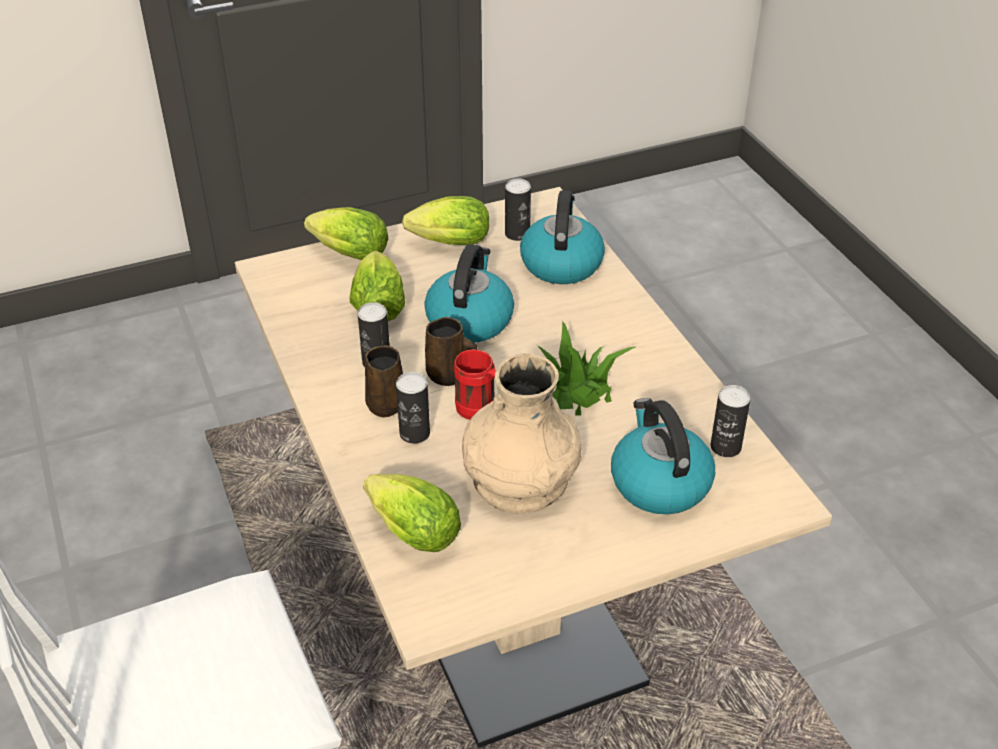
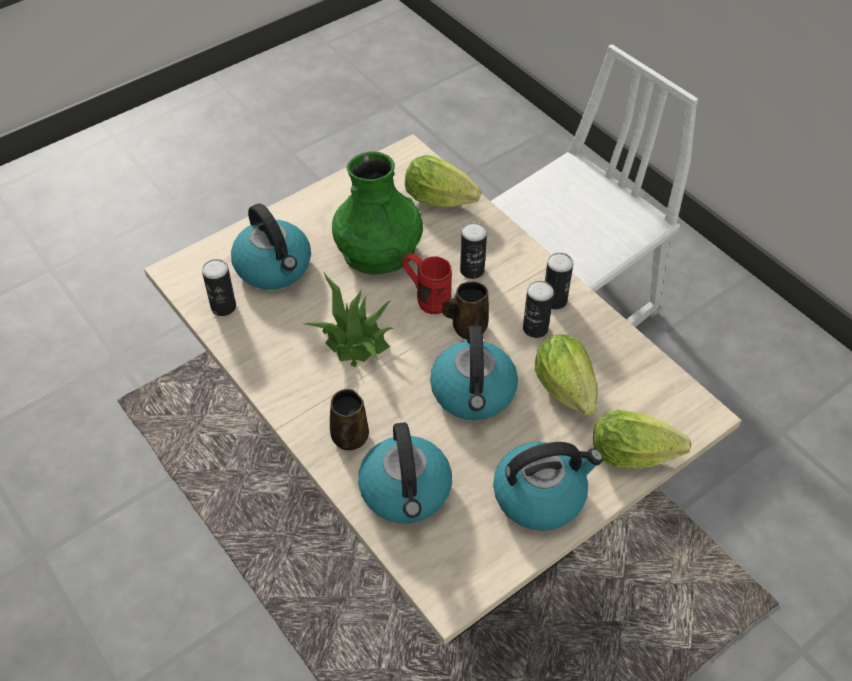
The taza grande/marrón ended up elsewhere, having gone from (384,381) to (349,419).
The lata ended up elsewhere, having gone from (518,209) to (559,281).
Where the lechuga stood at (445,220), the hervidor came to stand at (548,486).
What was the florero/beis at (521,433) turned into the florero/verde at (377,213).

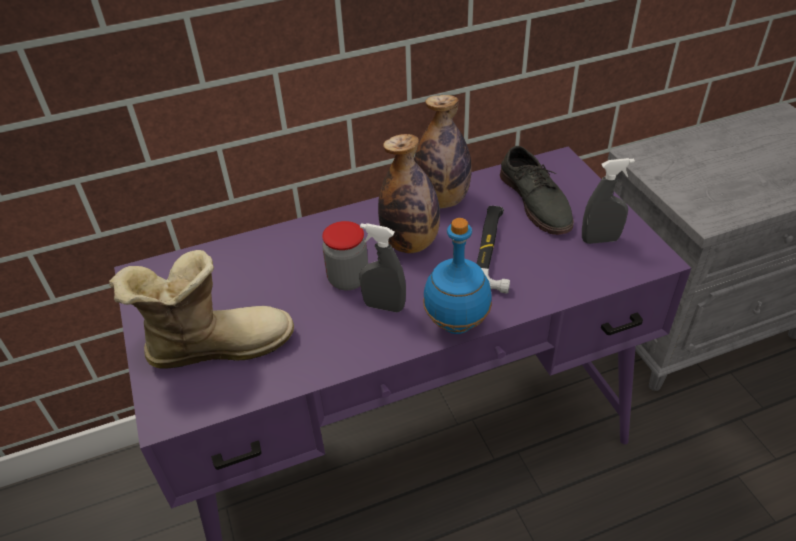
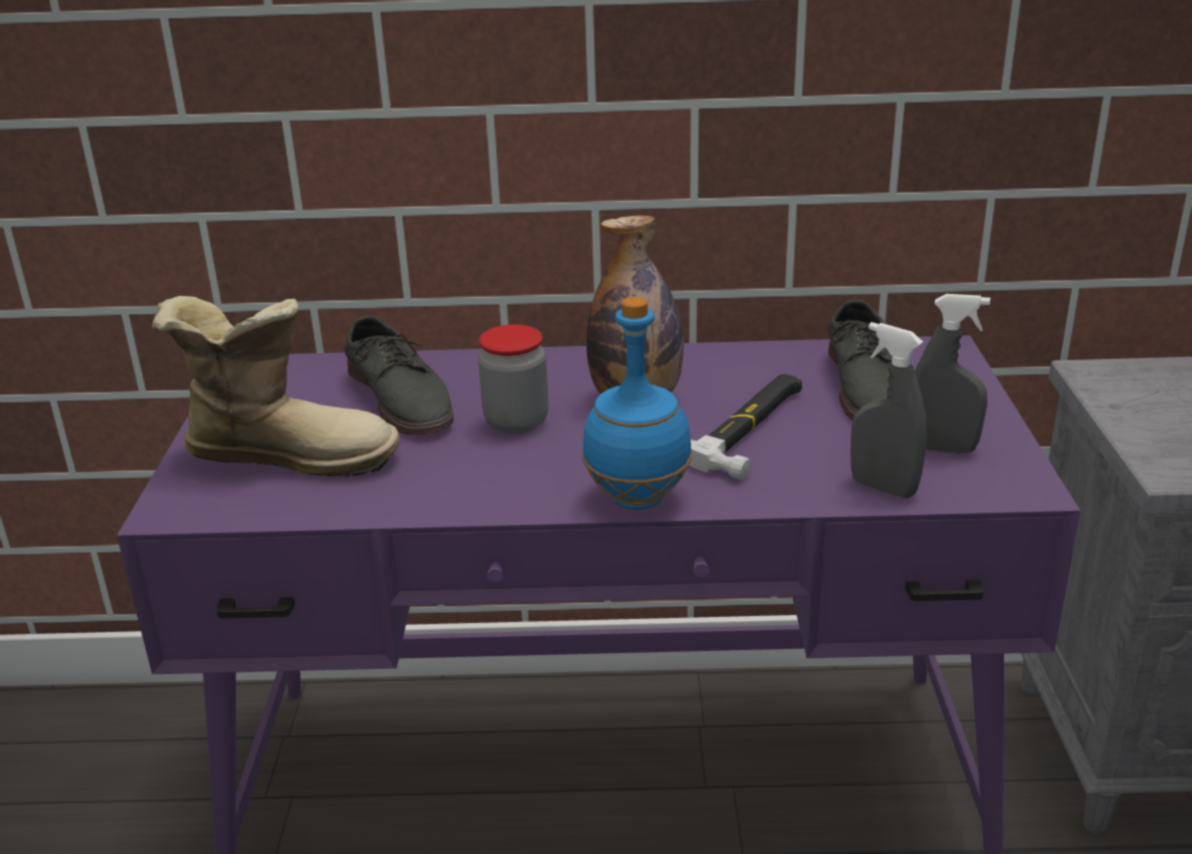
The second view lost the botella at (443,152).
The second view gained the zapato/gris at (399,376).
The pulverizador/gris ended up elsewhere, having gone from (382,267) to (889,410).

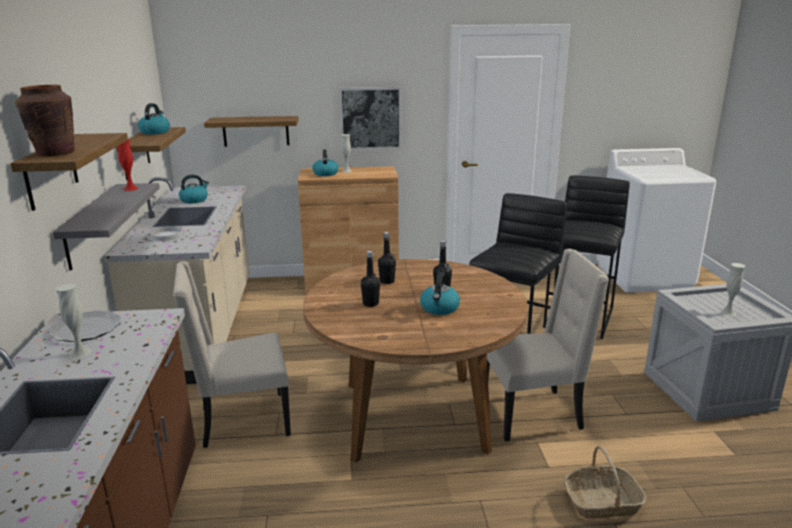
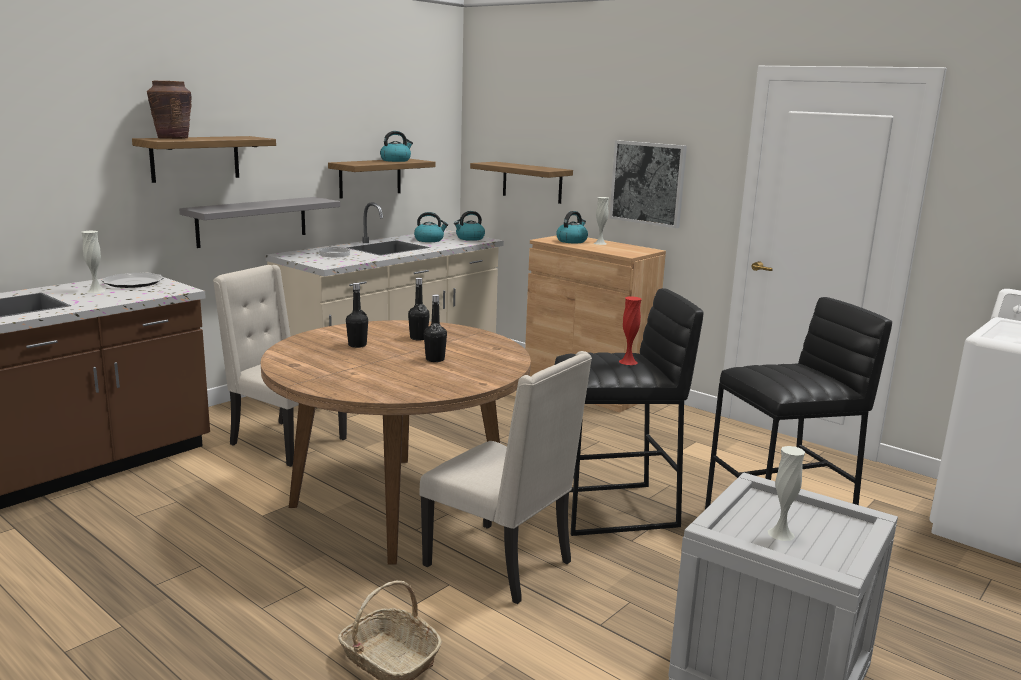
The florero/rojo ended up elsewhere, having gone from (128,165) to (630,331).
The hervidor ended up elsewhere, having gone from (440,293) to (469,226).

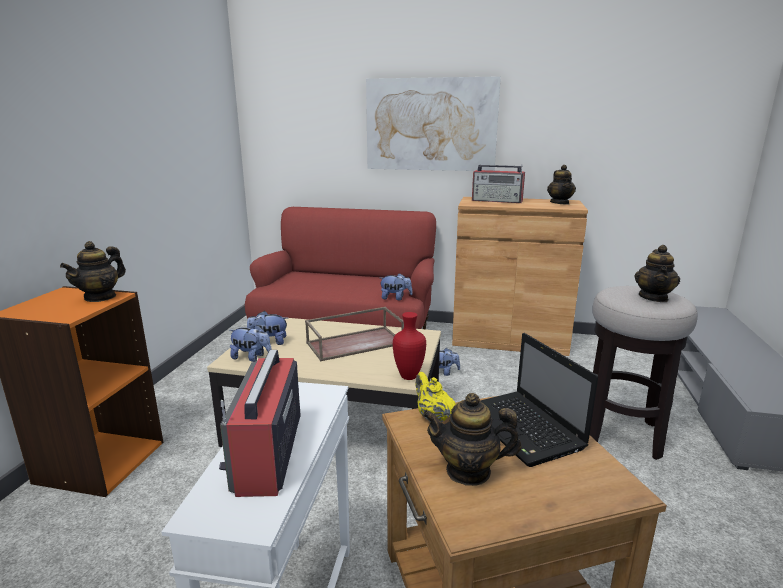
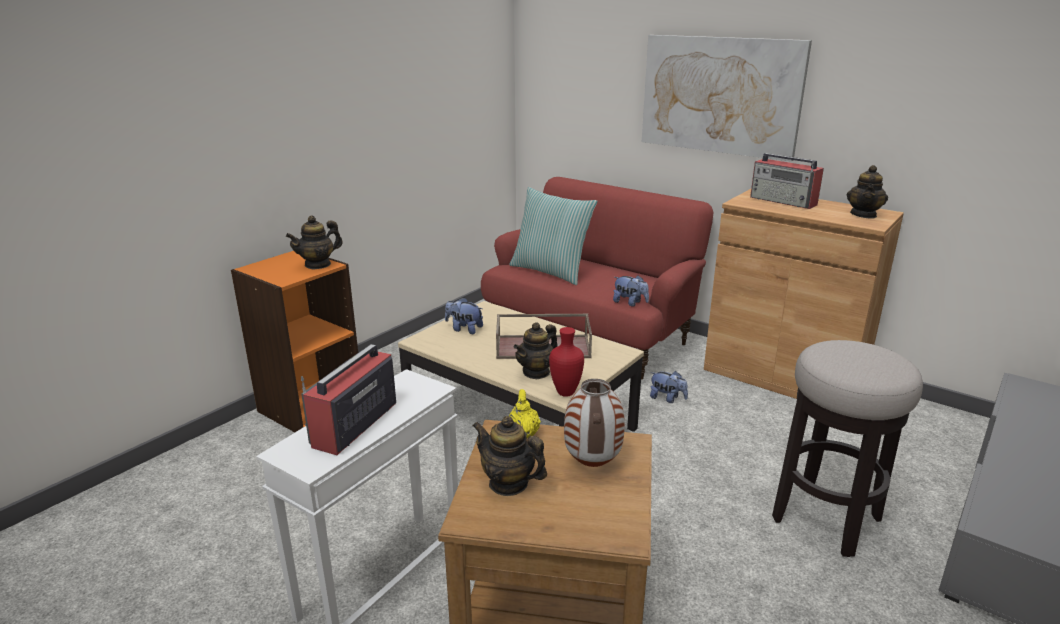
The second view lost the peluche at (250,343).
The second view gained the cojín at (553,236).
The tetera ended up elsewhere, having gone from (657,273) to (536,350).
Where the portátil stood at (539,400), the florero came to stand at (594,423).

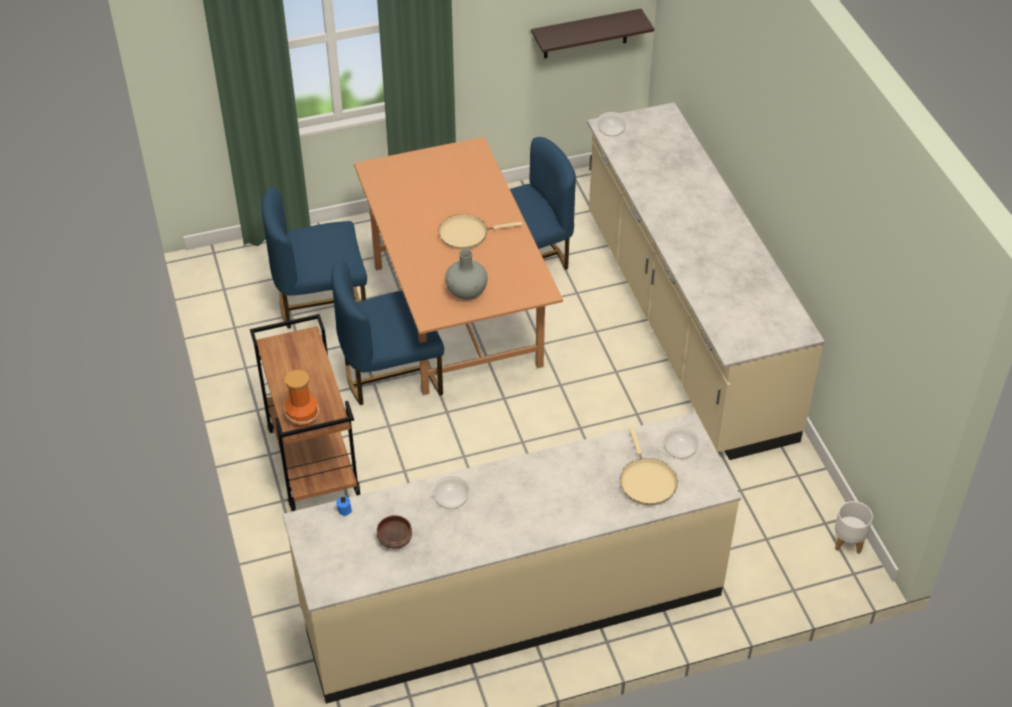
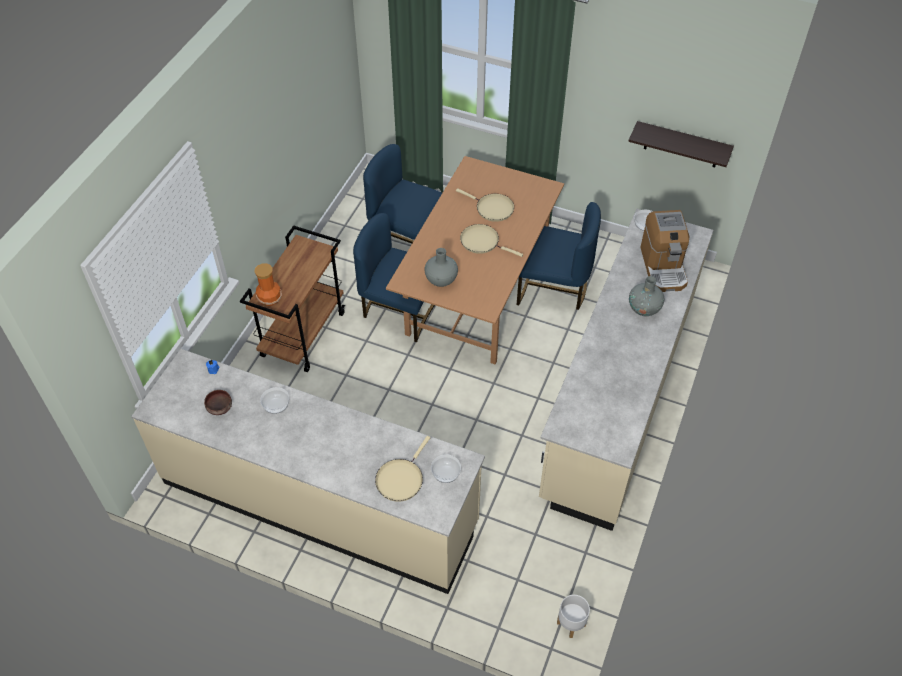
The second view gained the sartén/beis at (485,205).
The second view gained the florero/gris at (646,296).
The second view gained the cafetera at (664,251).

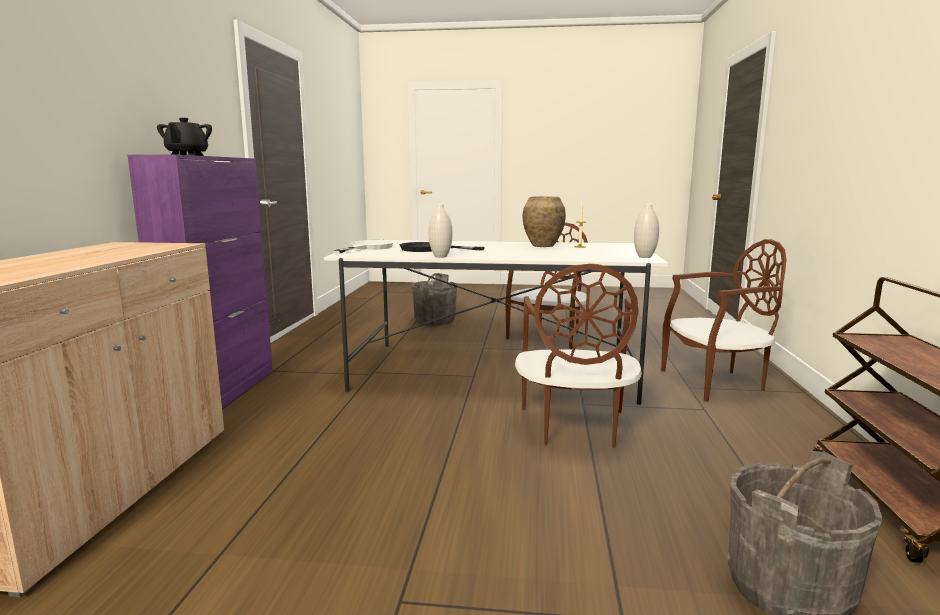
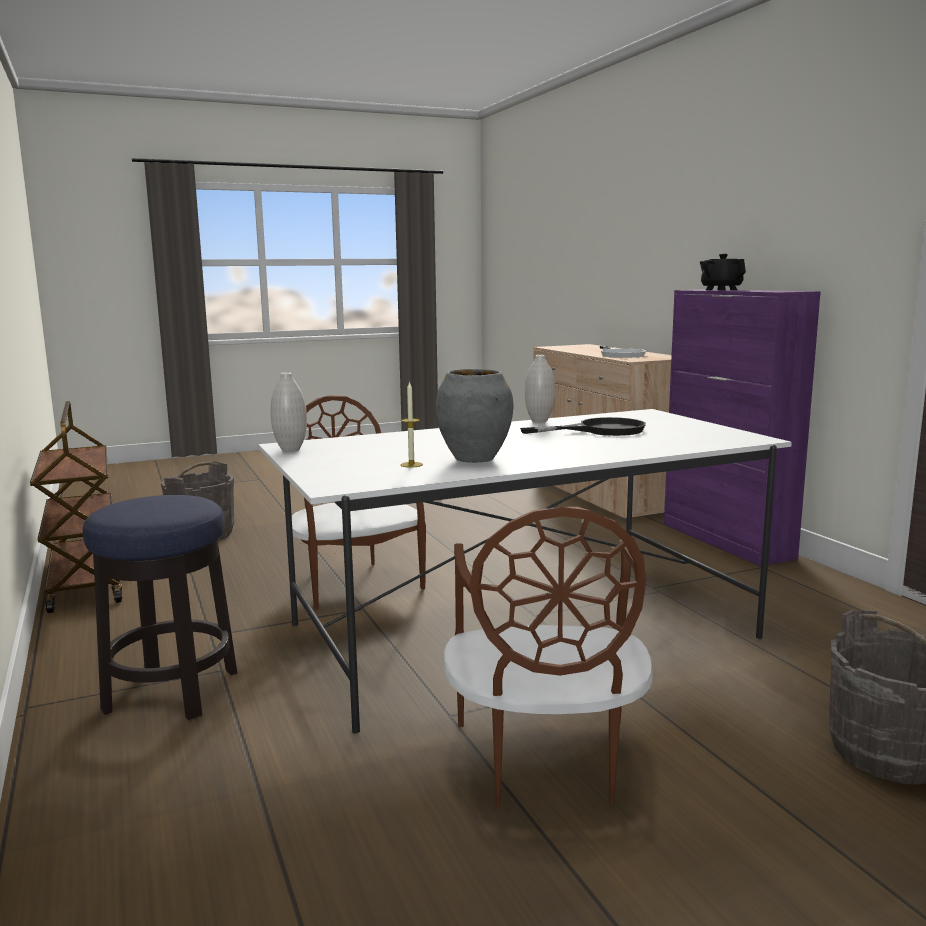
The sartén/blanco ended up elsewhere, having gone from (363,247) to (623,352).
Where the silla/marrón stood at (723,320), the taburete came to stand at (160,607).
What was the florero/marrón at (544,221) turned into the florero/gris at (475,416).

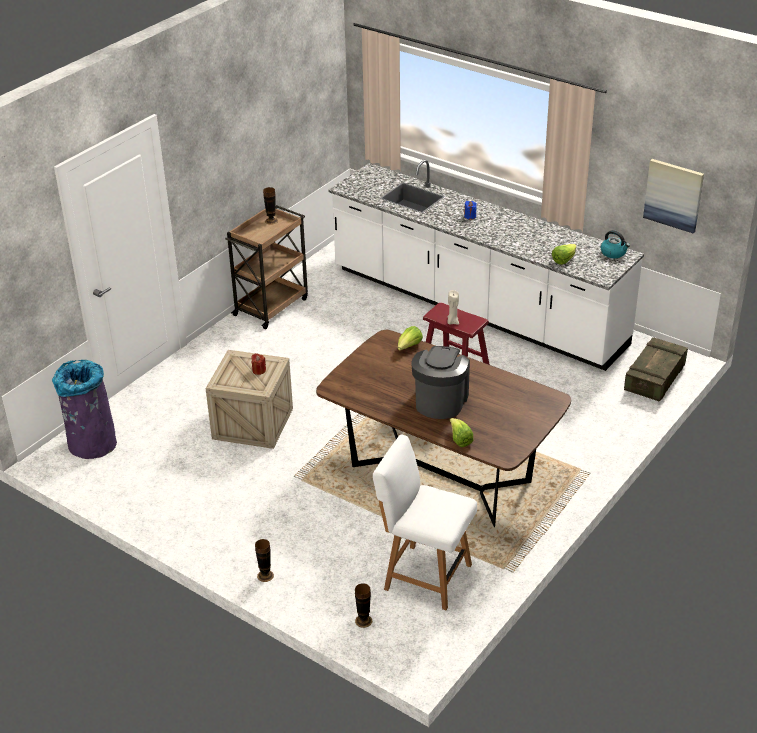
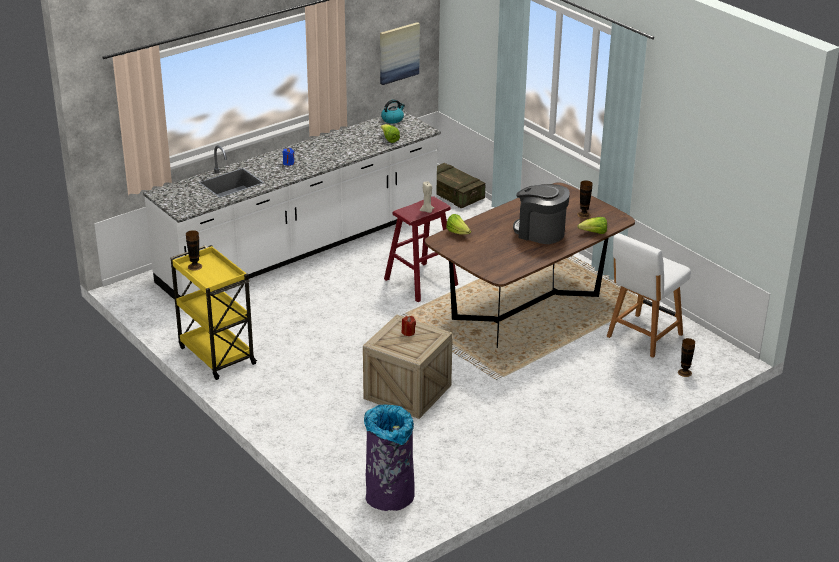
The florero ended up elsewhere, having gone from (264,560) to (585,199).
What was the carrito/marrón at (266,267) turned into the carrito/amarillo at (213,312).

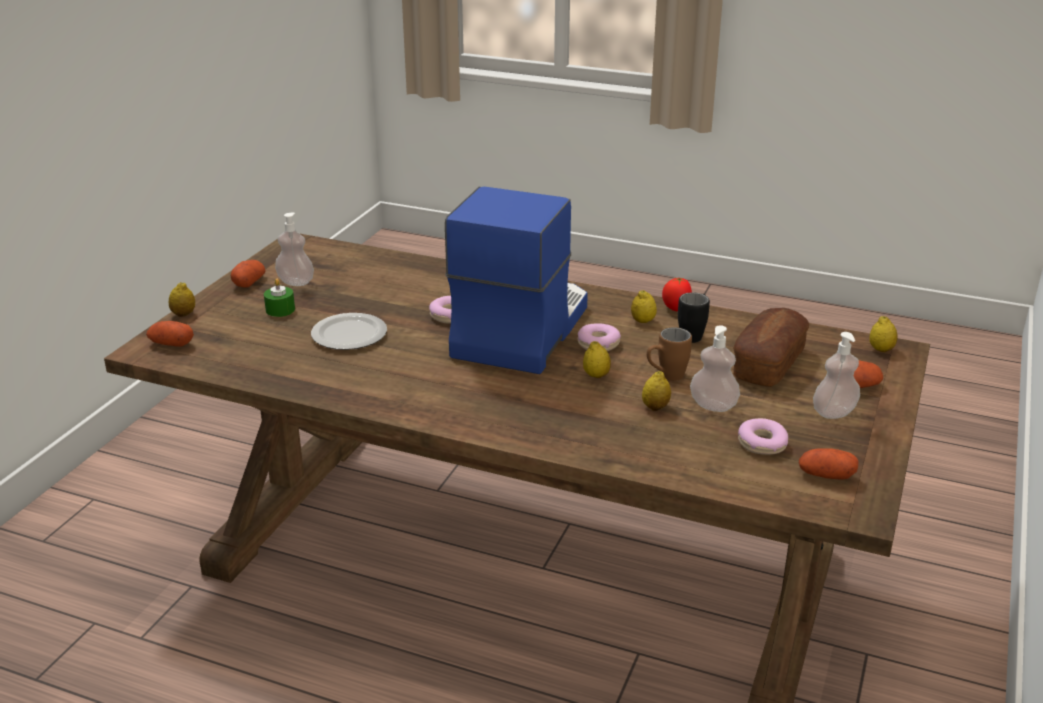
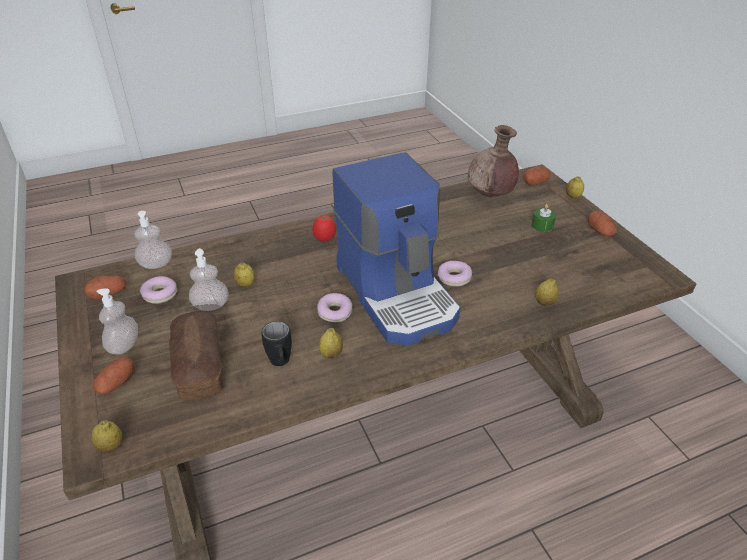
The second view lost the plato at (349,331).
The second view lost the taza grande/marrón at (669,354).
The second view gained the florero/marrón at (493,161).
The dispensador de jabón ended up elsewhere, having gone from (294,249) to (153,240).
The limón ended up elsewhere, having gone from (597,359) to (547,292).
The tomate ended up elsewhere, having gone from (677,294) to (324,228).

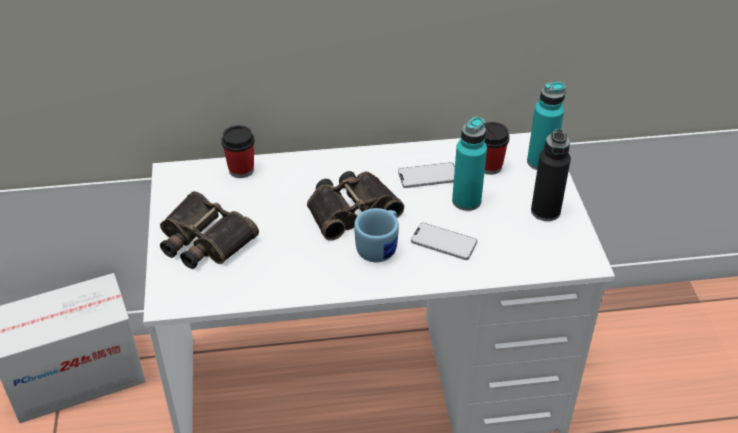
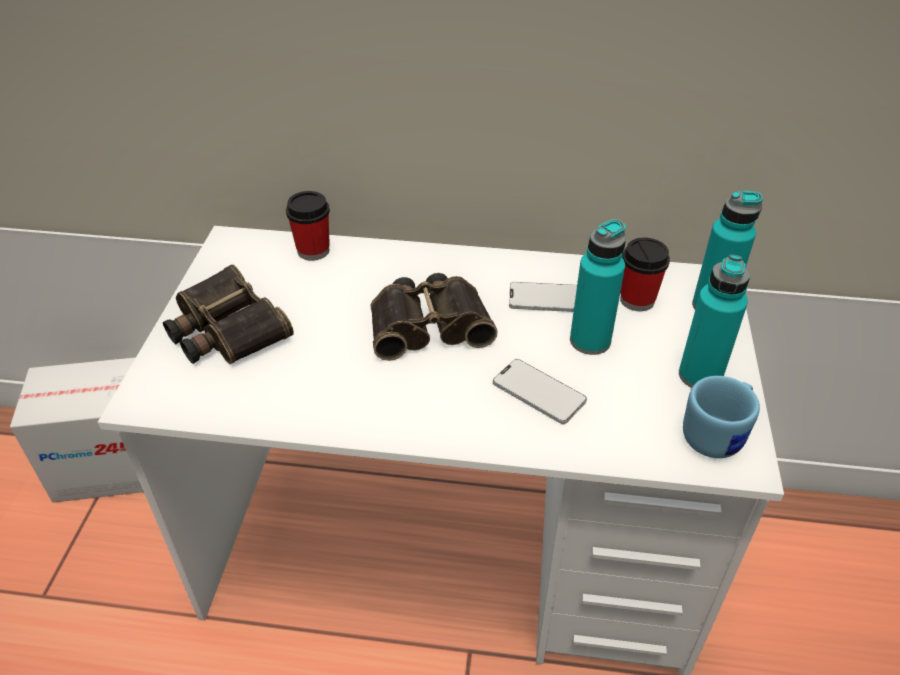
The taza grande/azul ended up elsewhere, having gone from (376,235) to (721,417).
What was the botella/negro at (551,175) turned into the botella/turquesa at (714,321).

